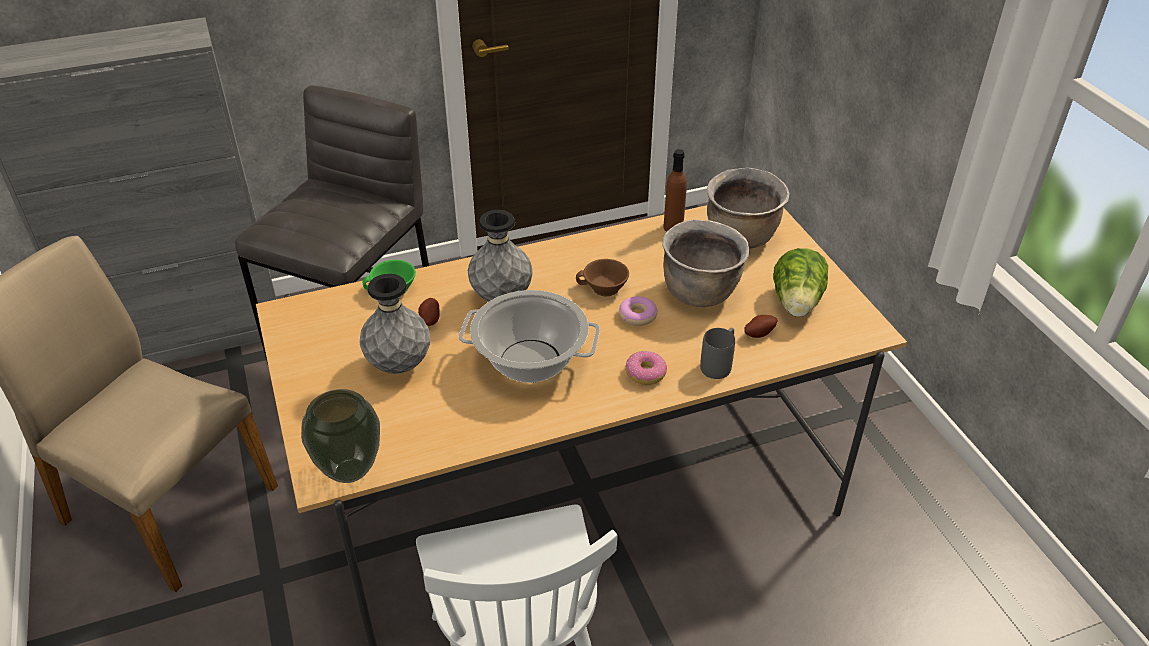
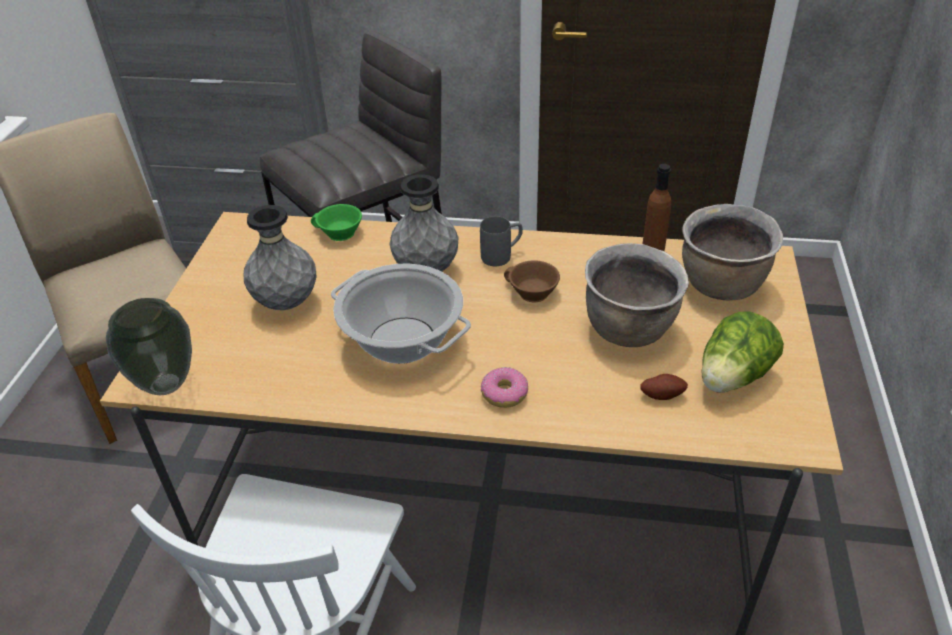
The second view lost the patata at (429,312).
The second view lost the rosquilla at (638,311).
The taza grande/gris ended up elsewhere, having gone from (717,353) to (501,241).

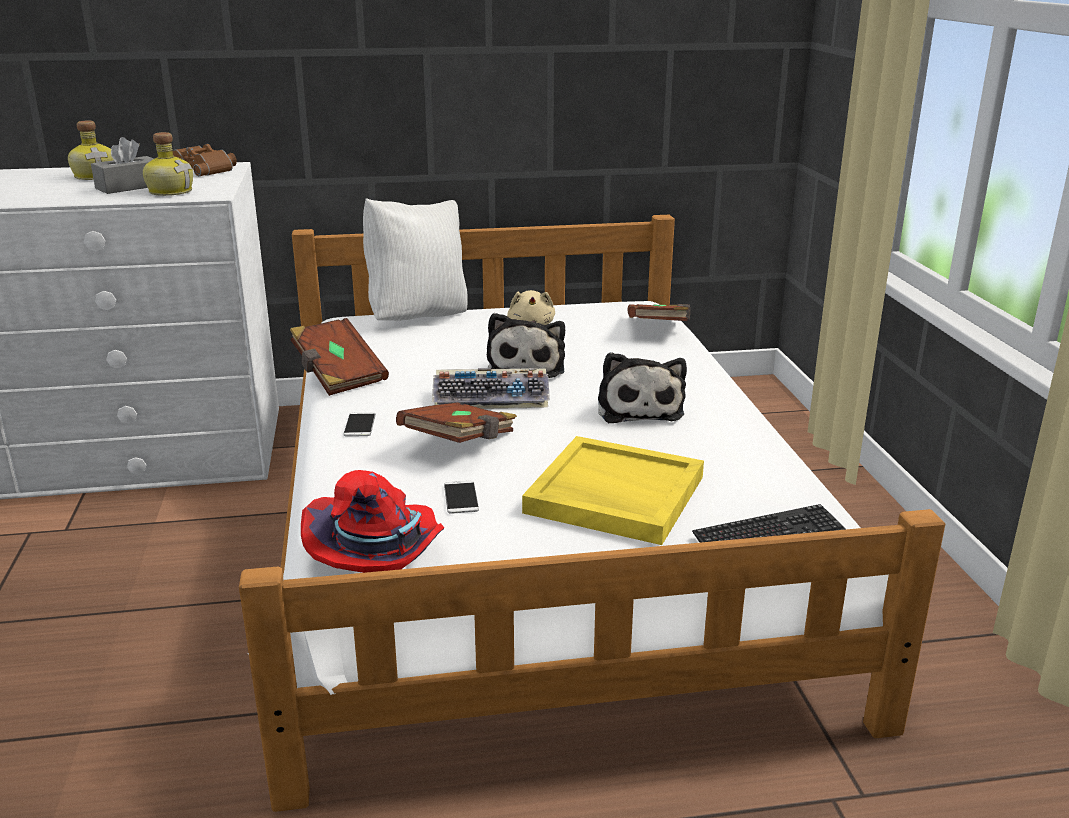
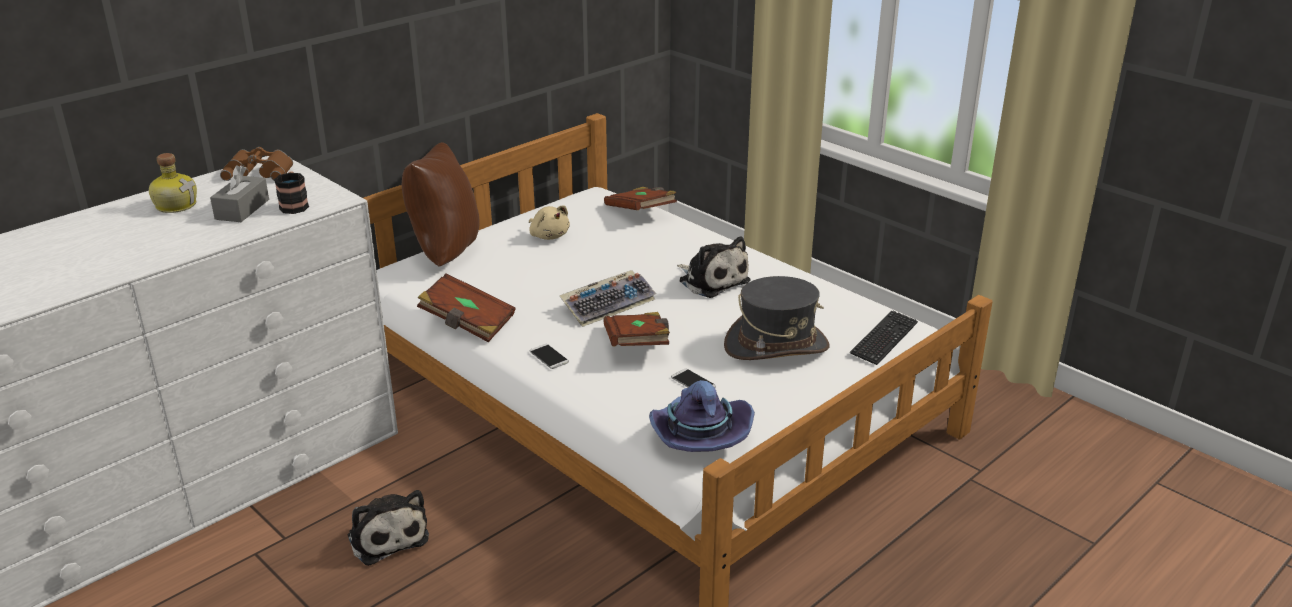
The peluche ended up elsewhere, having gone from (526,345) to (388,528).
Where the botella stood at (168,164), the taza grande came to stand at (291,192).
Where the bandeja/amarillo stood at (613,490), the sombrero/gris came to stand at (777,318).
What was the sombrero/rojo at (373,521) turned into the sombrero/morado at (702,416).
What was the cojín/blanco at (415,259) turned into the cojín/marrón at (441,204).

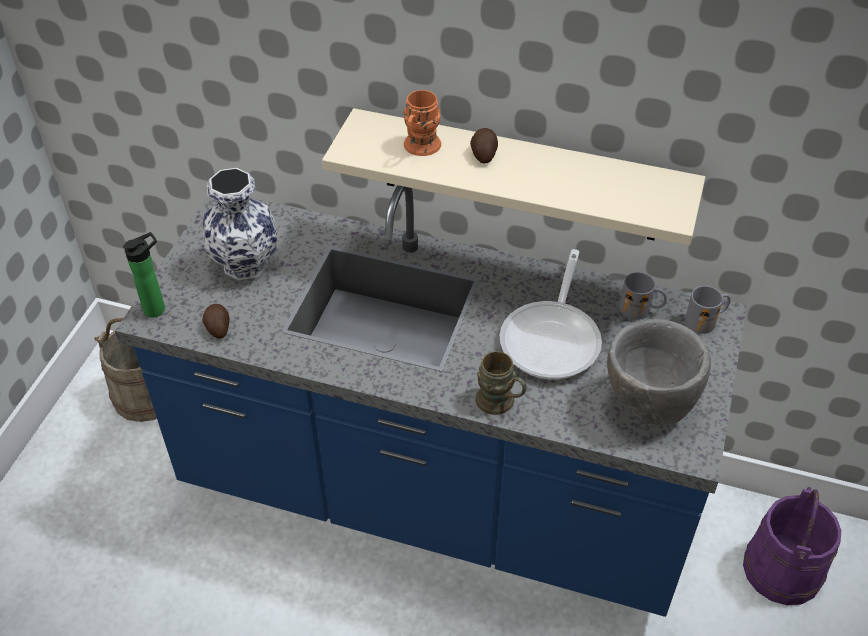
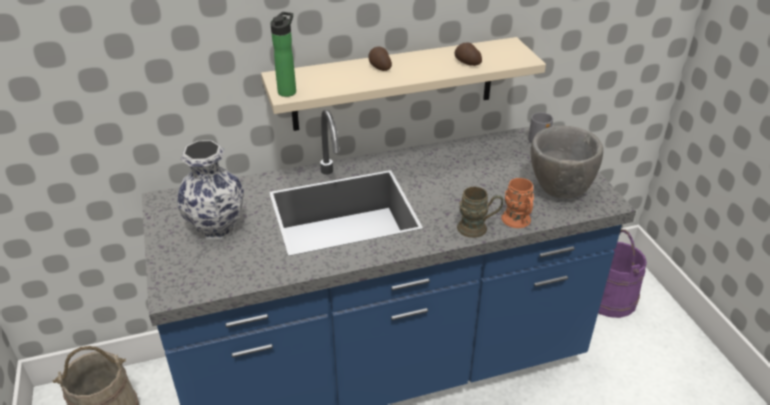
The second view lost the sartén at (551,314).
The second view lost the taza grande/gris at (643,296).
The botella ended up elsewhere, having gone from (144,274) to (283,54).
The patata ended up elsewhere, having gone from (216,321) to (468,54).
The taza grande/naranja ended up elsewhere, having gone from (422,123) to (517,203).

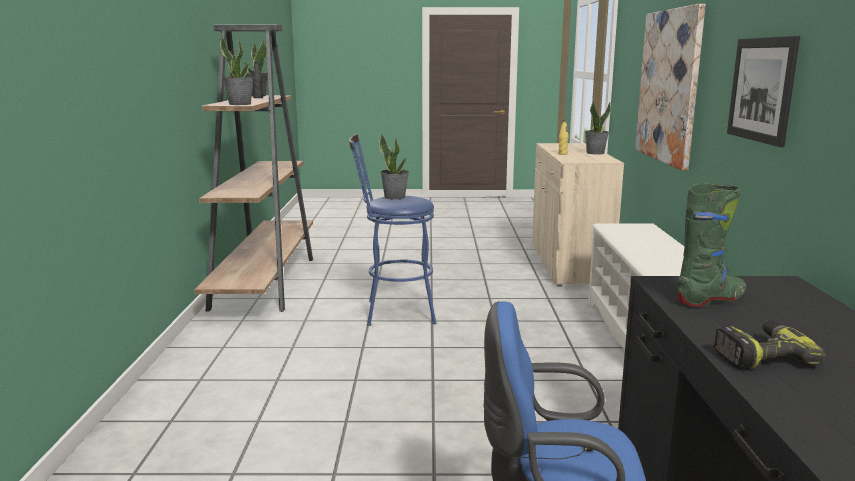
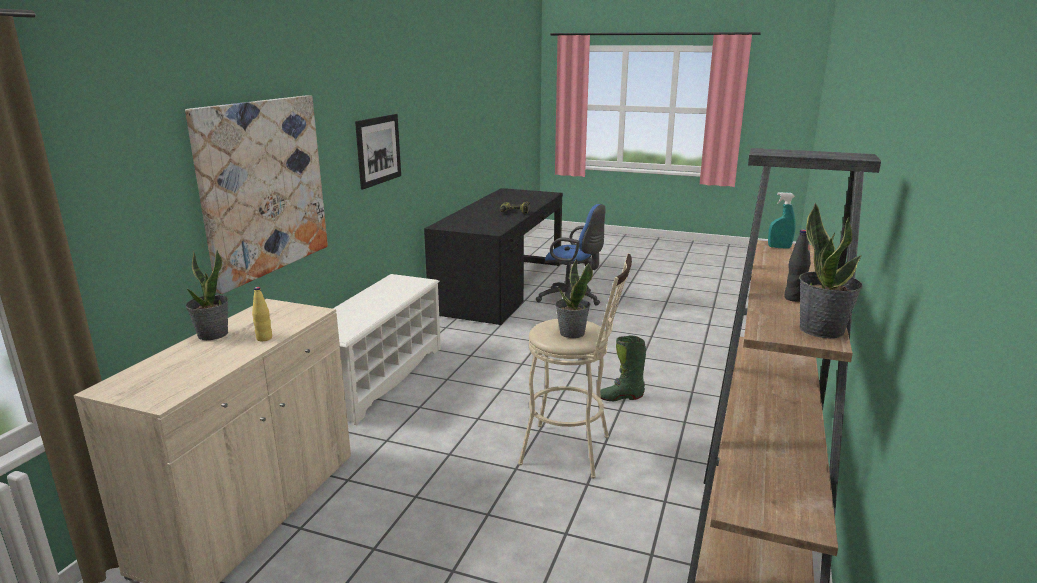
The bota/verde ended up elsewhere, having gone from (711,245) to (623,368).
Where the planta en maceta stood at (237,70), the pulverizador/turquesa came to stand at (782,220).
What was the taburete/azul at (392,230) turned into the taburete/beis at (575,366).

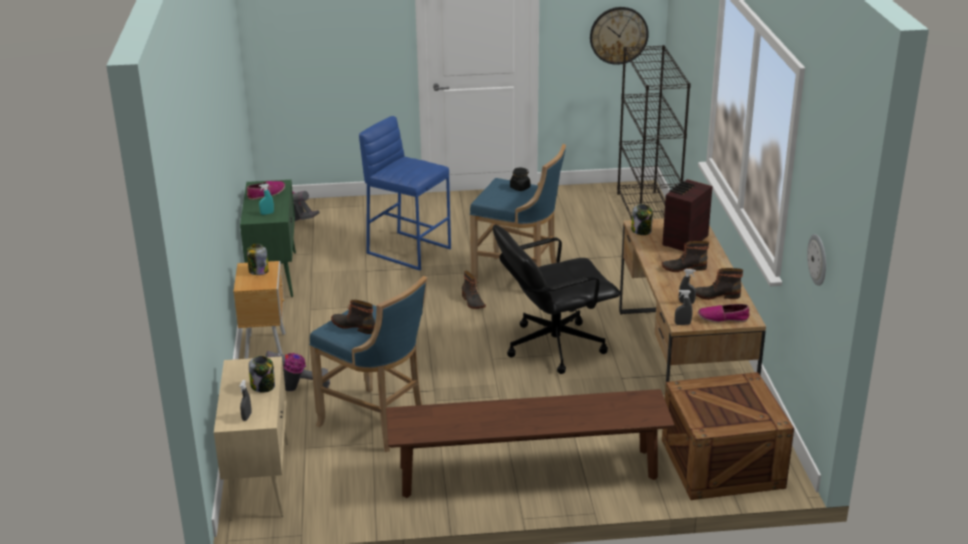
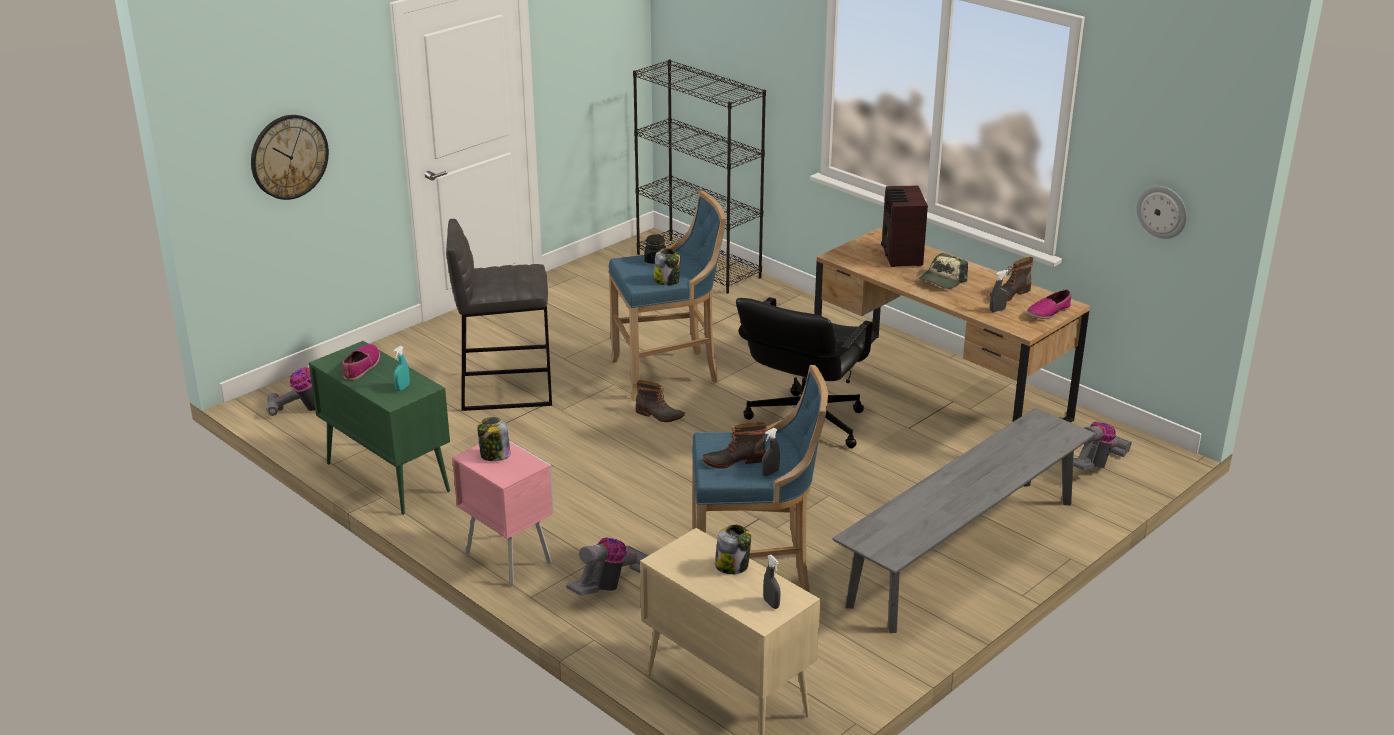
The reloj de pared ended up elsewhere, having gone from (619,36) to (290,157).
The tarro ended up elsewhere, having gone from (642,219) to (667,267).
The pulverizador/gris ended up elsewhere, having gone from (683,307) to (771,452).
Where the bota stood at (685,256), the gorra came to stand at (943,271).
Where the caja de embalaje stood at (728,436), the aspiradora came to stand at (1102,445).
What was the mesita de noche/marrón at (259,310) turned into the mesita de noche/rosa at (503,513).
What was the taburete/azul at (405,193) turned into the taburete/gris at (499,315).
What was the banco/marrón at (530,443) turned into the banco/gris at (964,520).

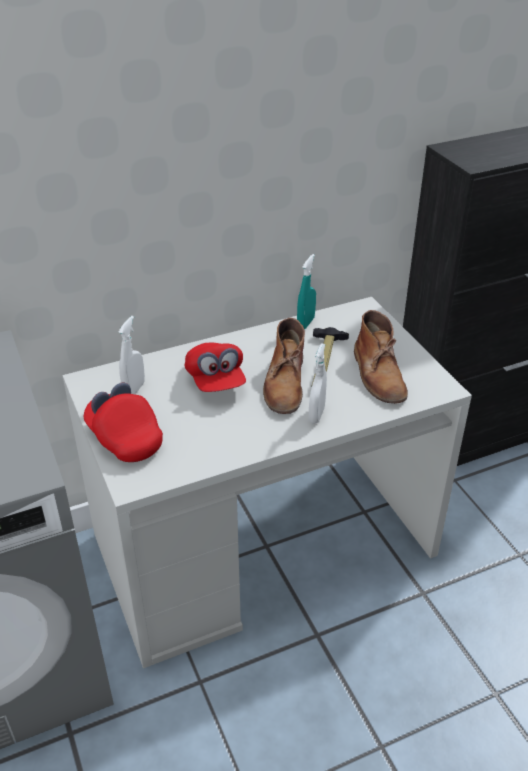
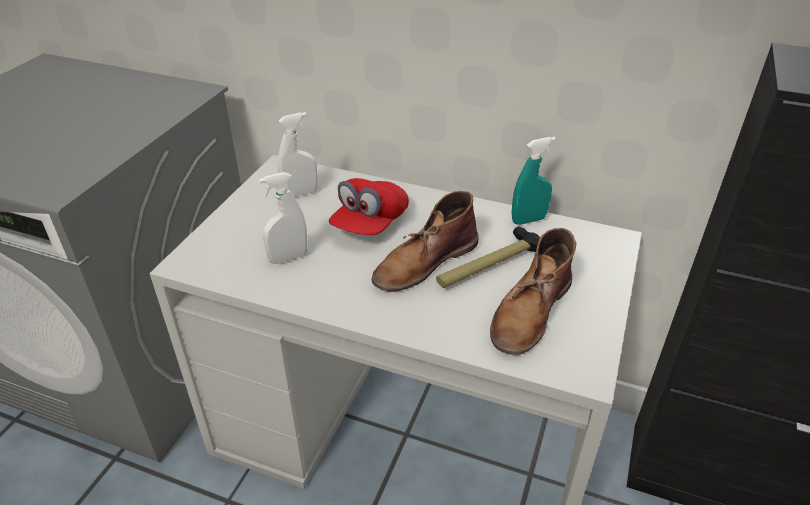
The second view lost the gorra/rojo at (123,422).
The pulverizador/blanco ended up elsewhere, having gone from (318,384) to (283,218).

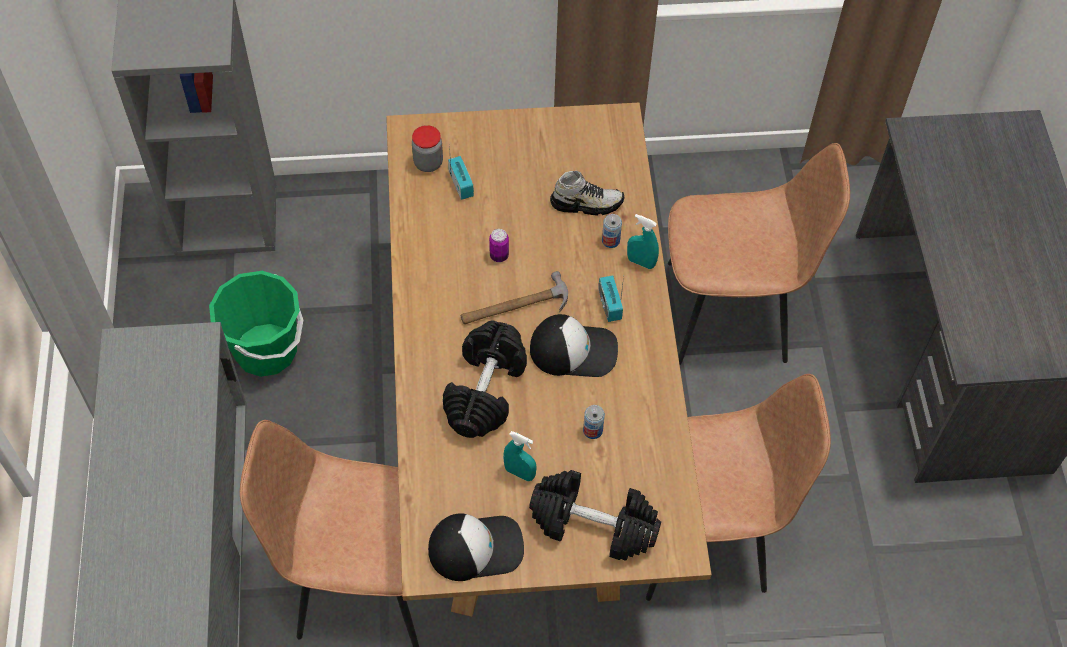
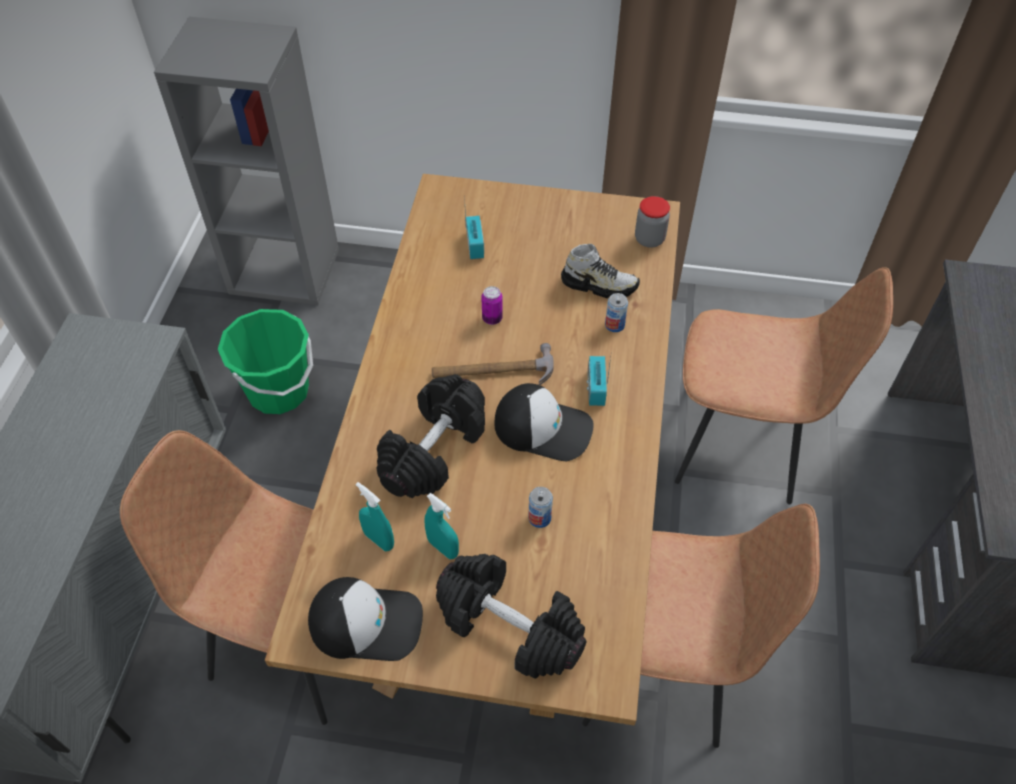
The tarro ended up elsewhere, having gone from (427,148) to (652,222).
The pulverizador/turquesa ended up elsewhere, having gone from (643,241) to (375,516).

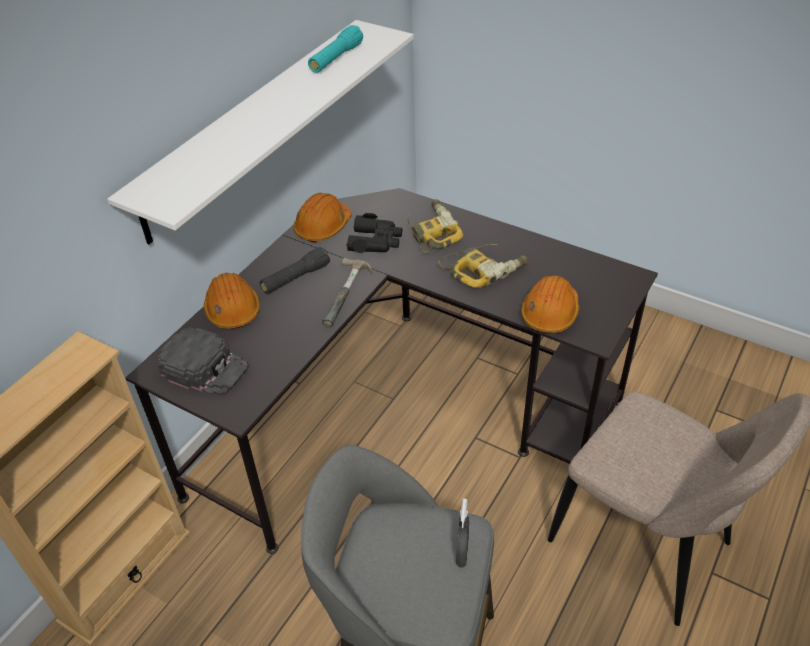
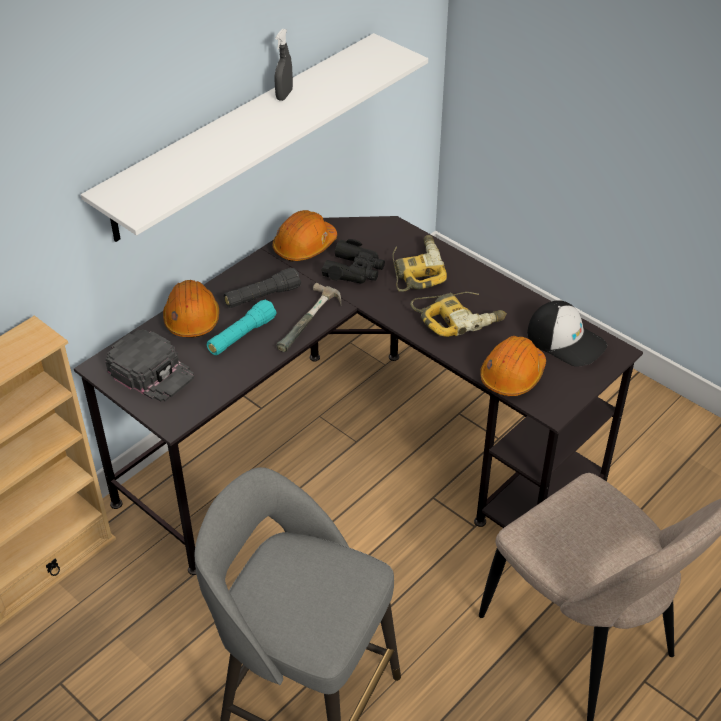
The second view gained the gorra at (567,333).
The linterna/turquesa ended up elsewhere, having gone from (335,49) to (242,327).
The pulverizador/gris ended up elsewhere, having gone from (462,533) to (283,65).

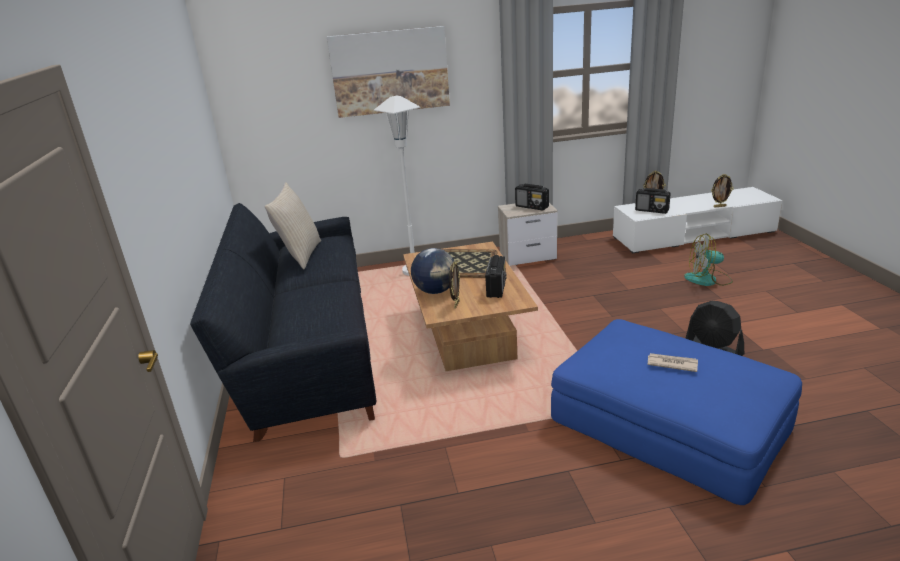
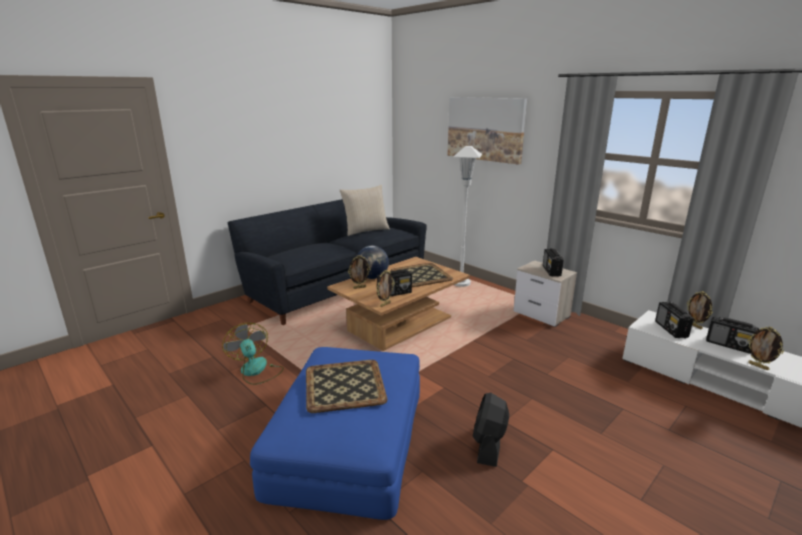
The second view gained the portarretratos at (385,288).
The second view gained the radio at (732,335).
The ventilador ended up elsewhere, having gone from (708,260) to (253,354).
Where the periódico stood at (673,362), the bandeja came to stand at (346,386).

